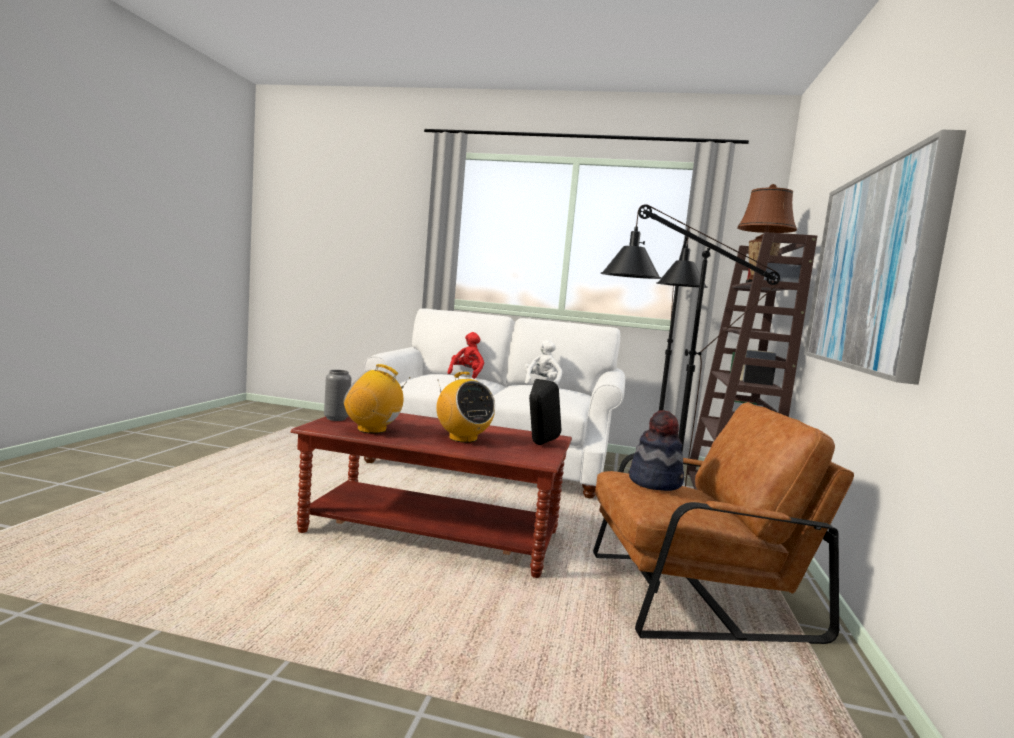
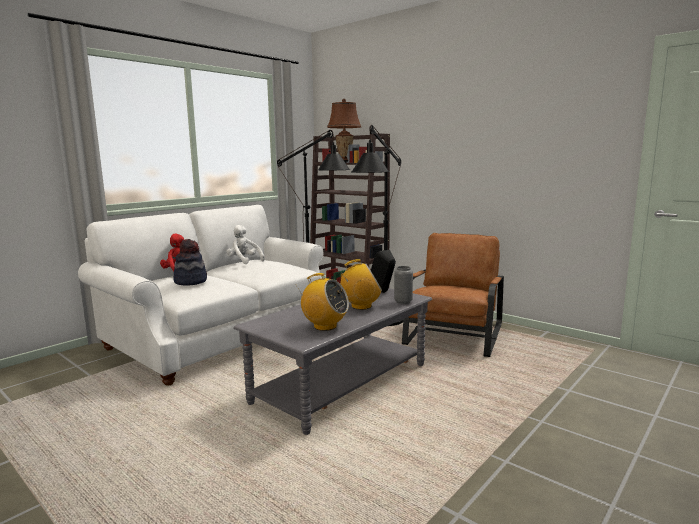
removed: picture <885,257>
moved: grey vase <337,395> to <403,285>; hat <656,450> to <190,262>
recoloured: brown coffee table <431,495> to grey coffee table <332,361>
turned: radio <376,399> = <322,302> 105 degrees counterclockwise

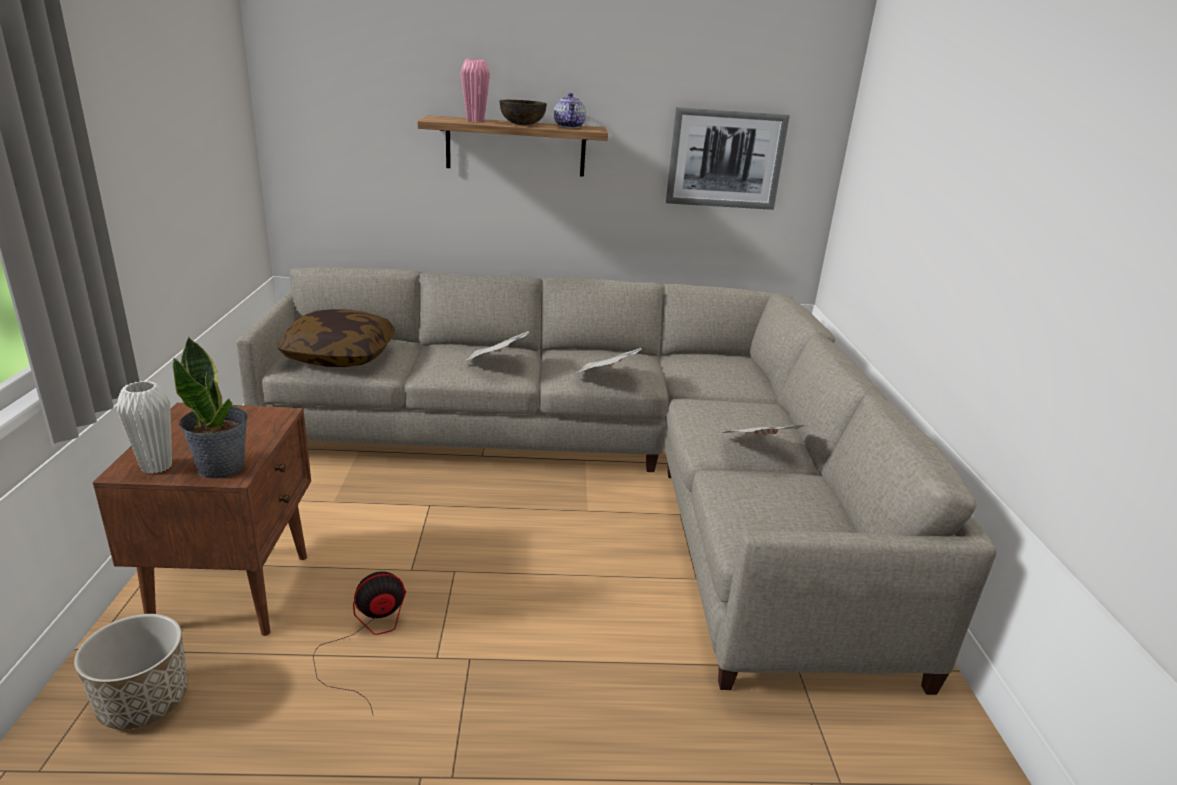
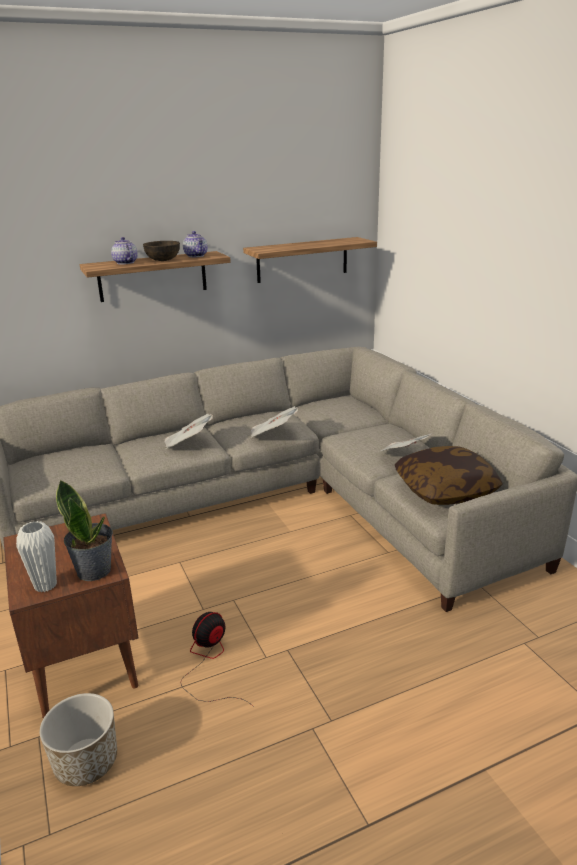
moved: pillow <336,338> to <449,475>
replaced: pink vase <475,90> to teapot <124,250>; picture <728,158> to shelf <310,260>

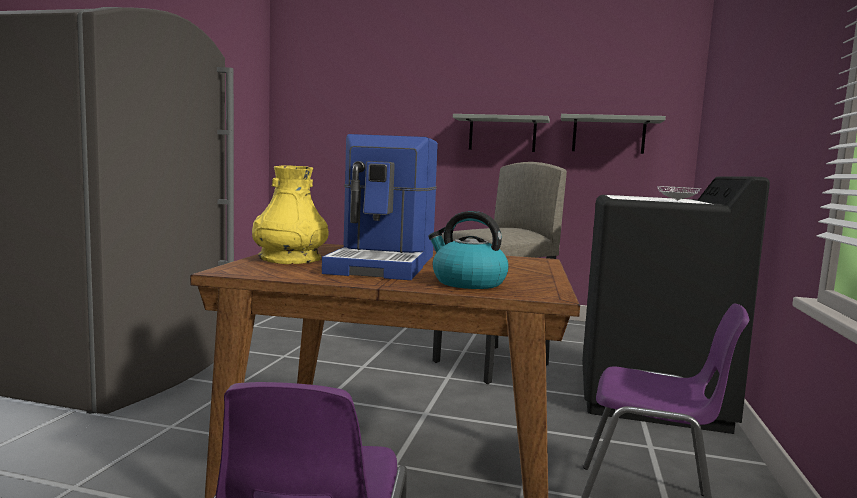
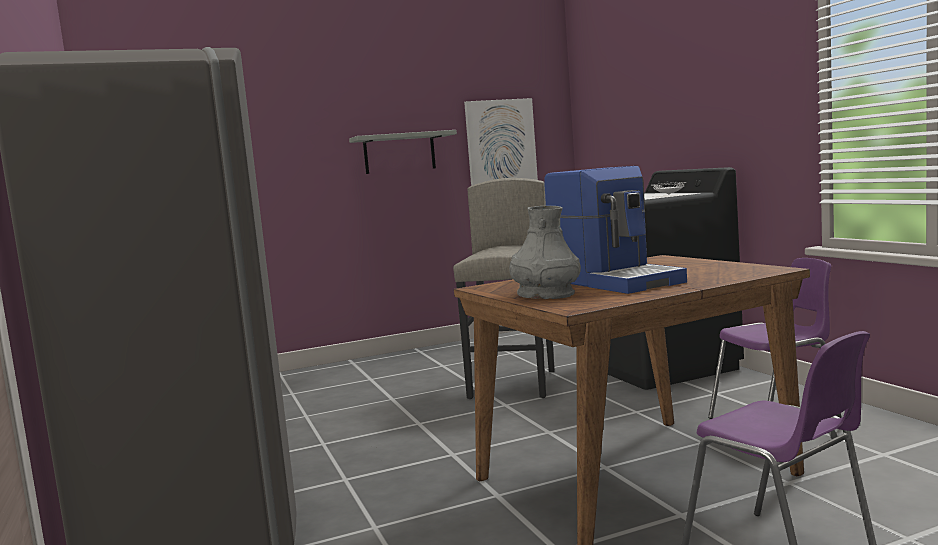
removed: kettle <468,250>
replaced: grey shelf <613,134> to picture <501,142>
recoloured: yellow vase <290,214> to grey vase <545,252>

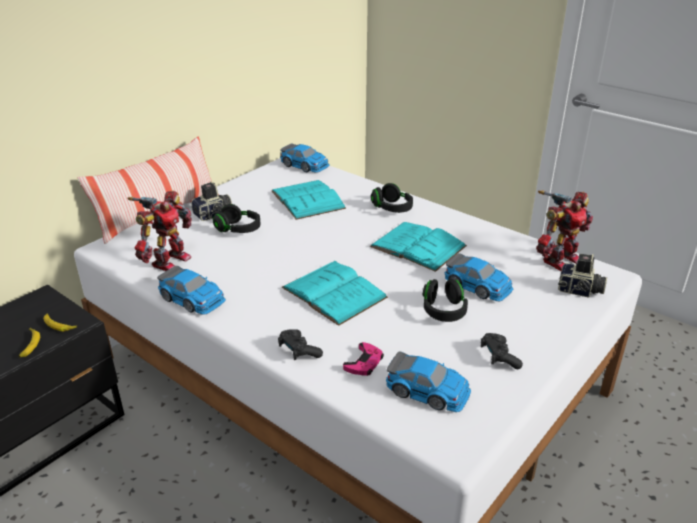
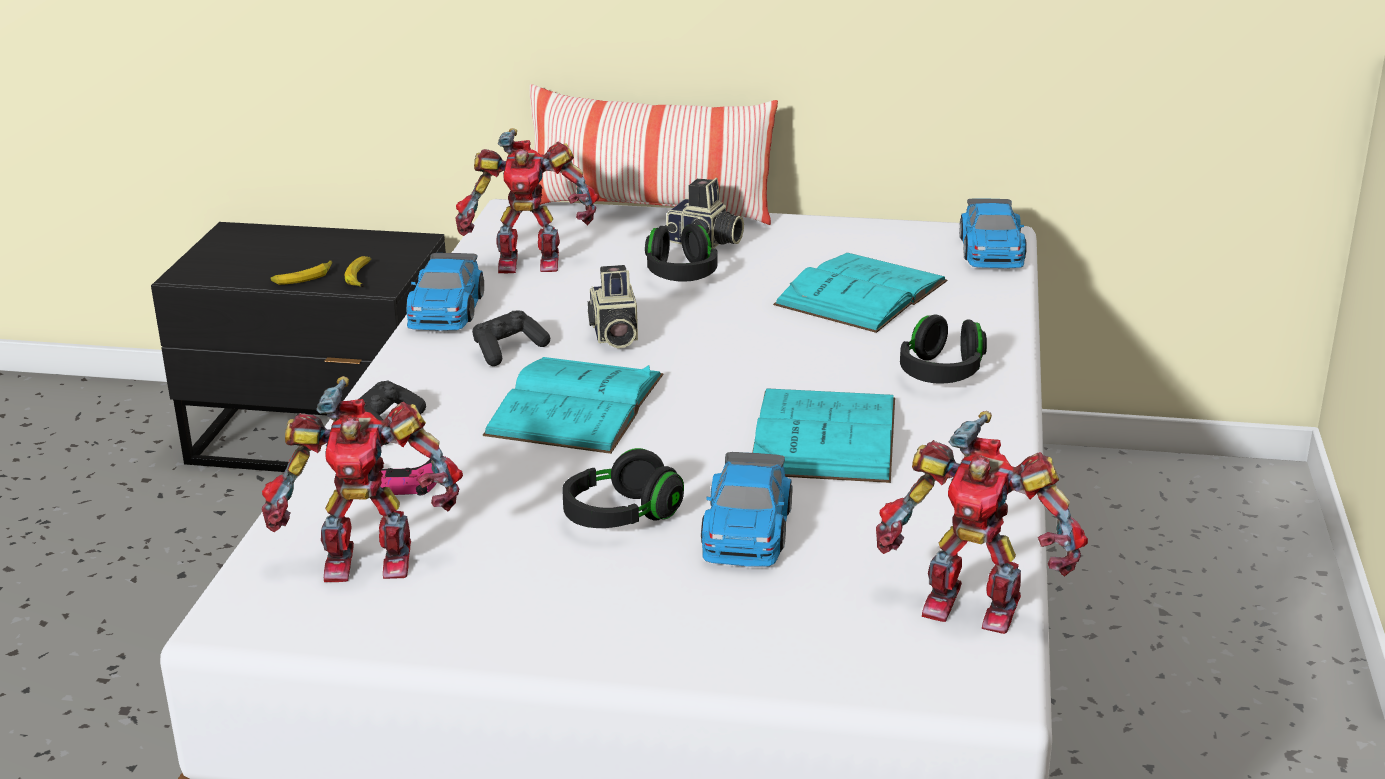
moved: black game controller <502,351> to <511,338>; photo camera <582,276> to <613,306>
replaced: toy car <428,381> to toy robot <362,479>

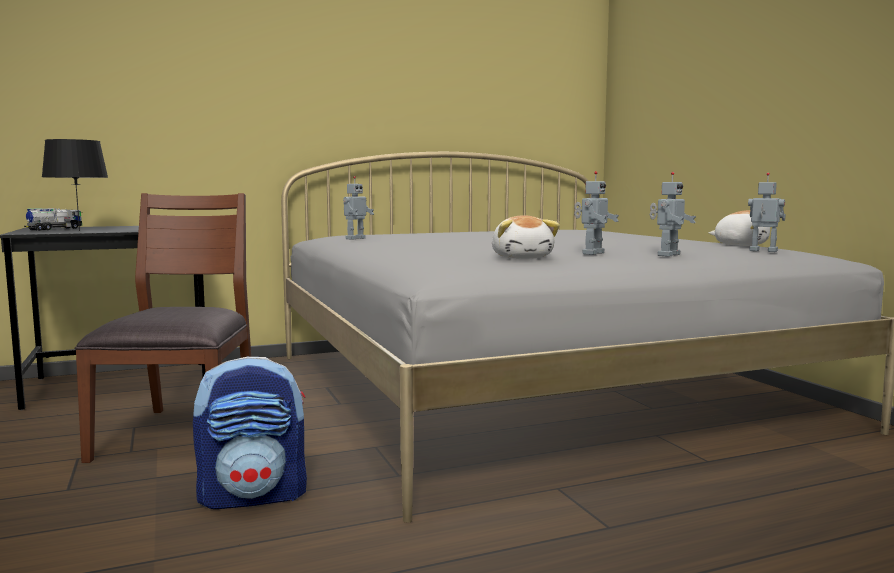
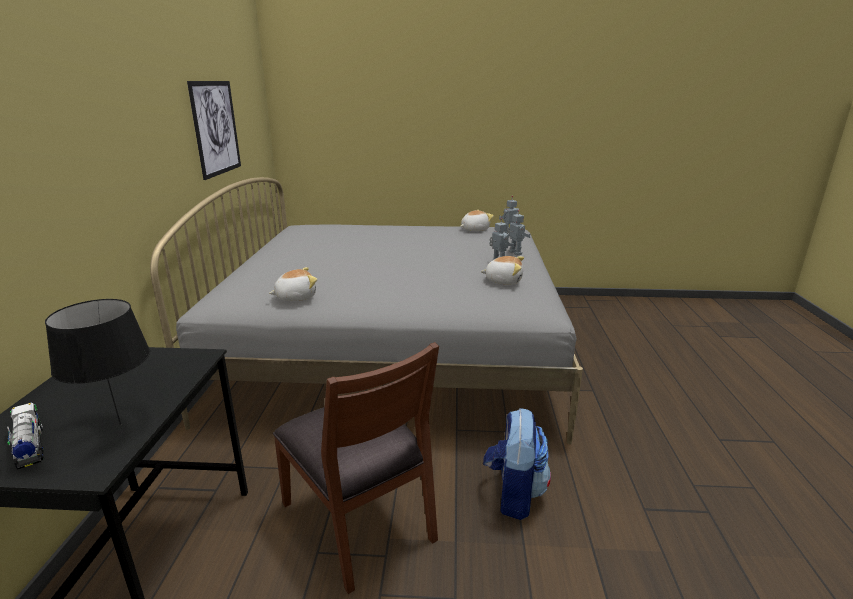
added: picture <214,130>
replaced: toy robot <358,208> to plush toy <293,284>
turned: brown chair <163,328> = <356,468> 150 degrees counterclockwise

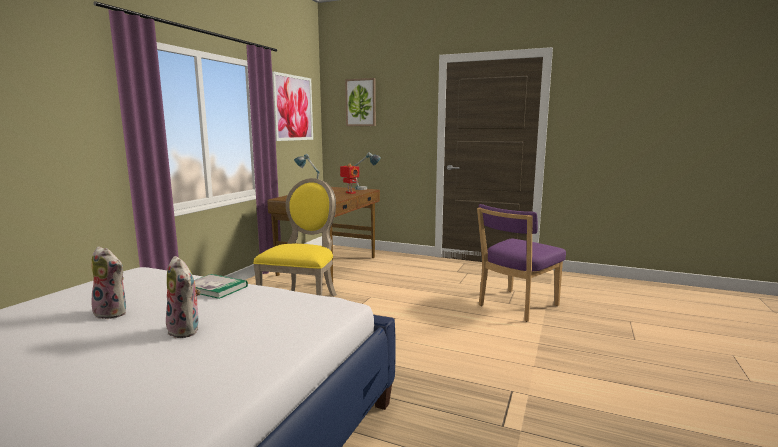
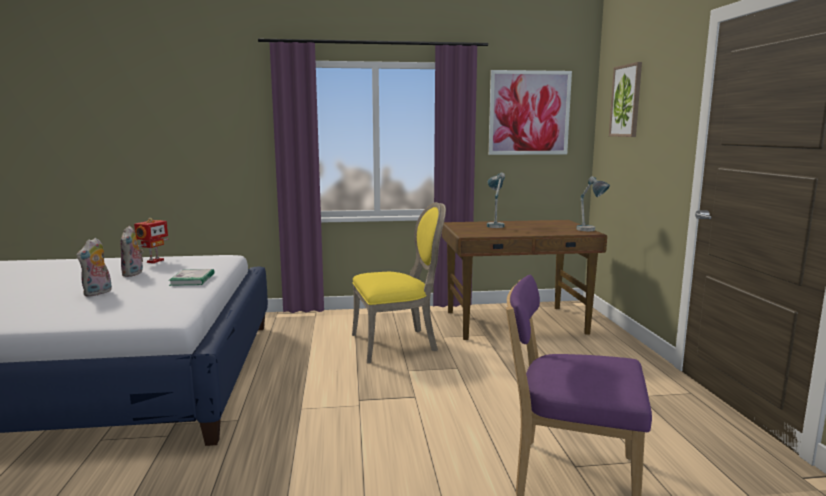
moved: toy robot <349,178> to <151,240>

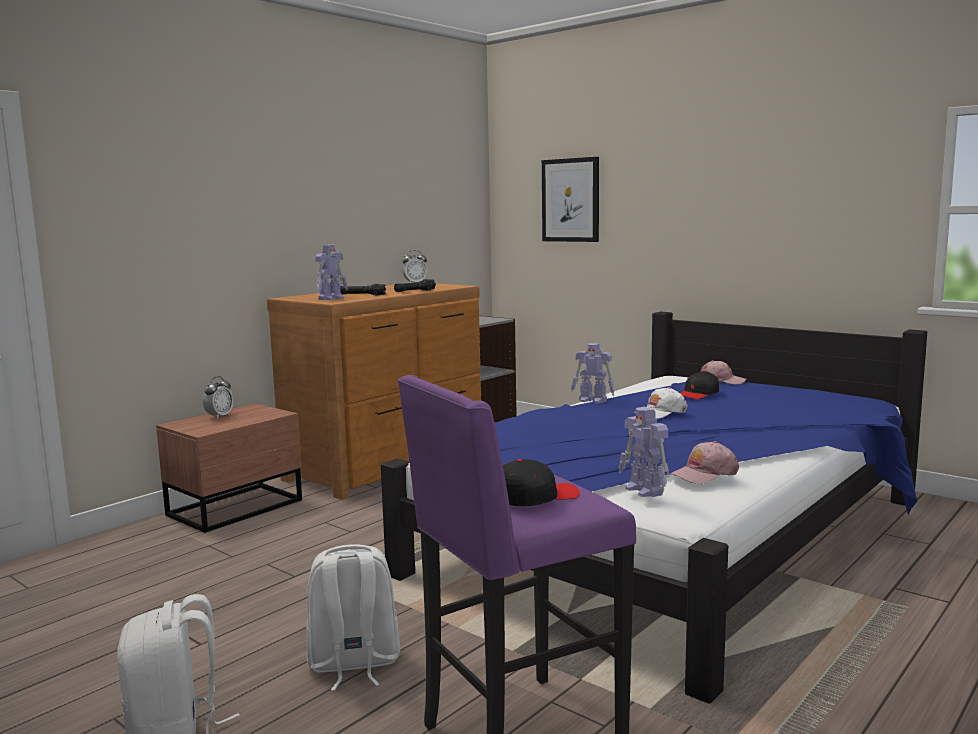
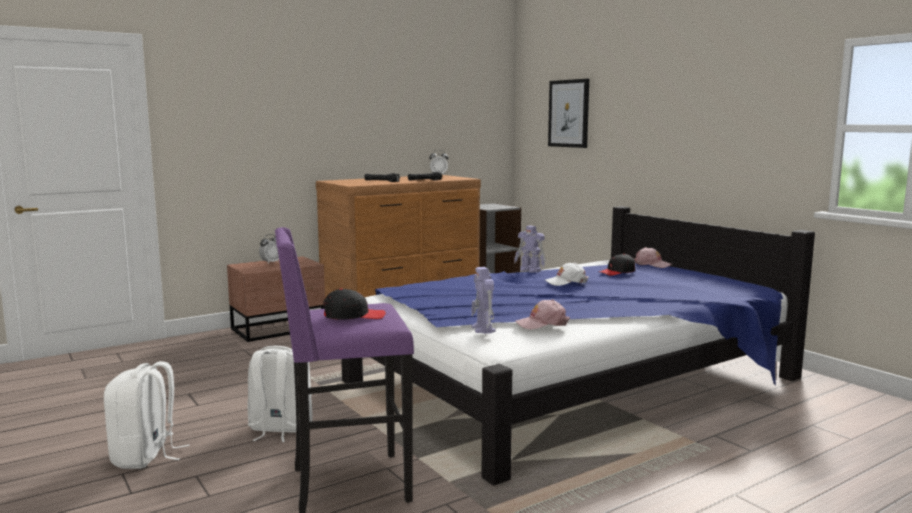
removed: toy robot <331,272>

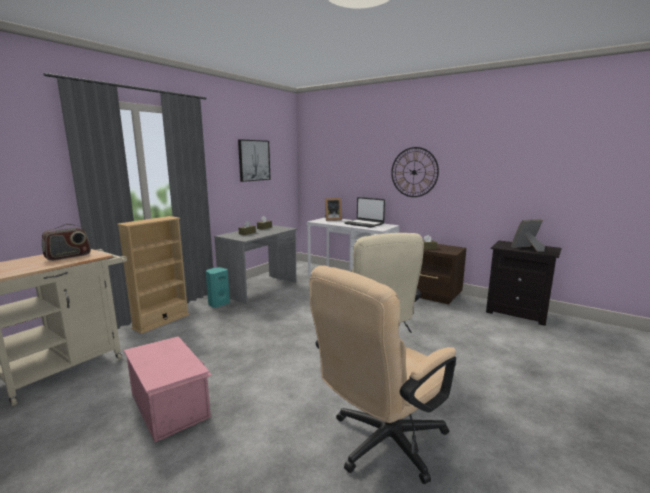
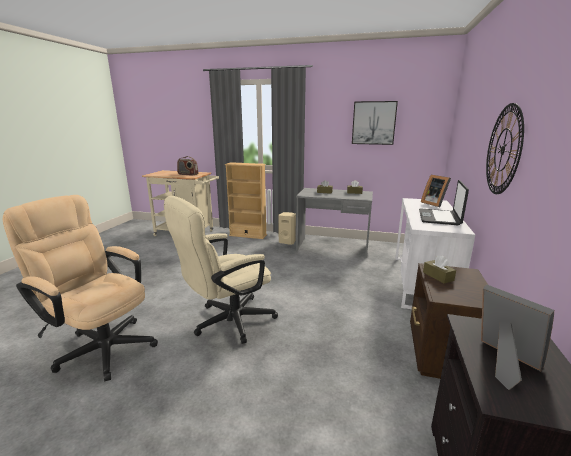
removed: pink storage box <168,389>
recoloured: turquoise speaker <218,287> to beige speaker <287,228>

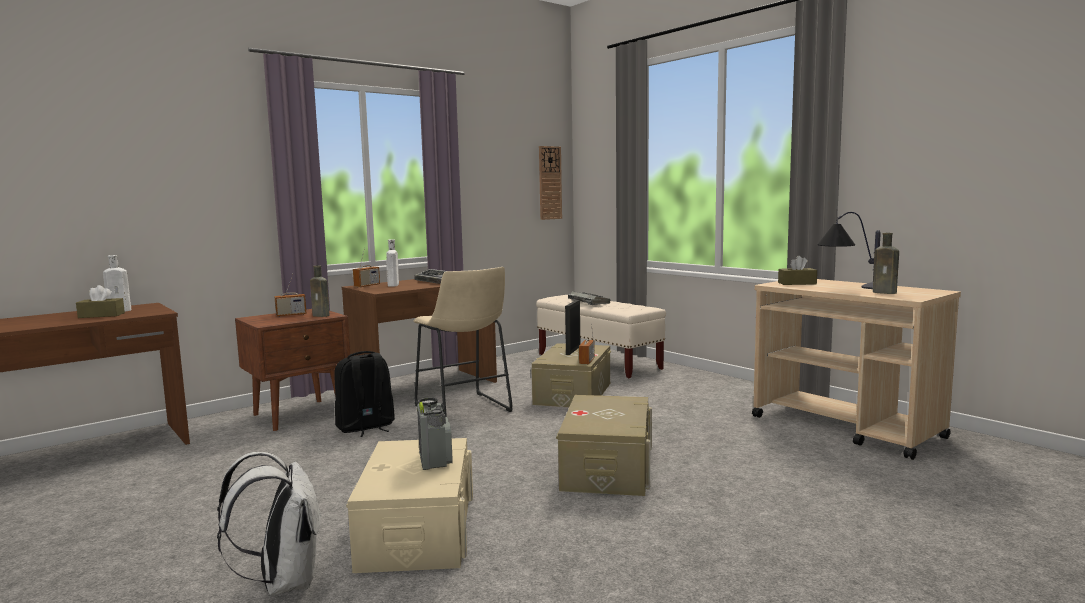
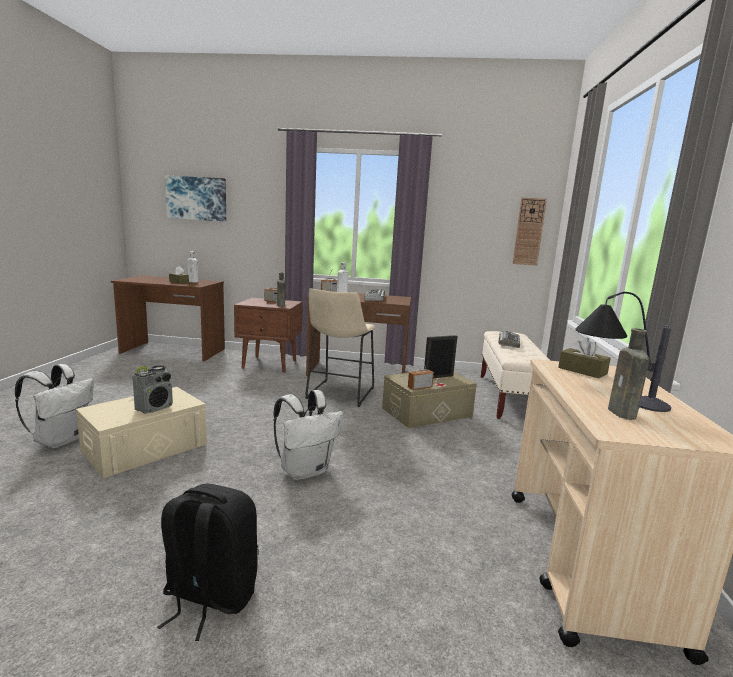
added: picture <195,198>
moved: black backpack <364,394> to <208,562>
replaced: beige storage box <604,445> to white backpack <308,435>

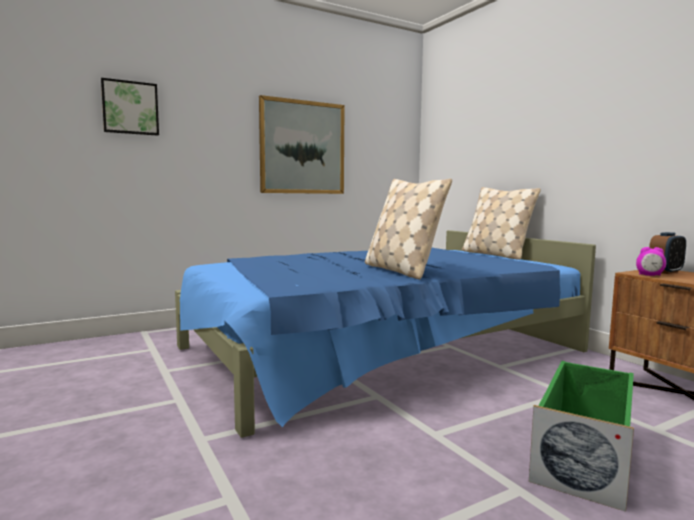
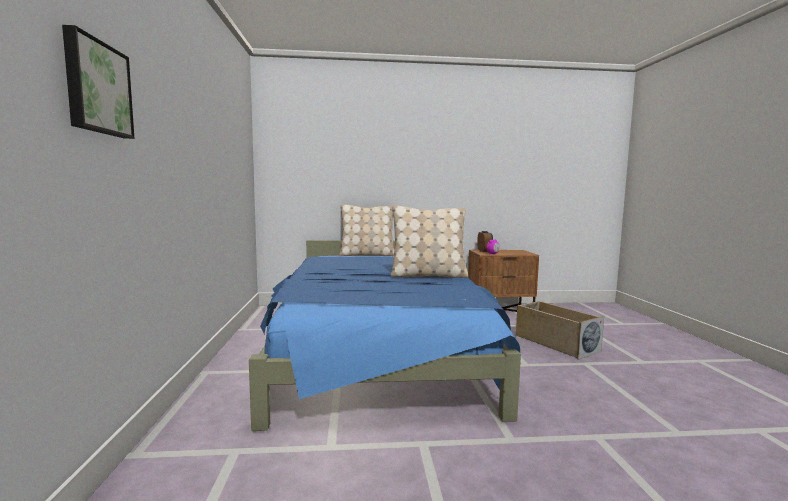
removed: picture <302,144>
recoloured: green storage box <581,436> to beige storage box <560,330>

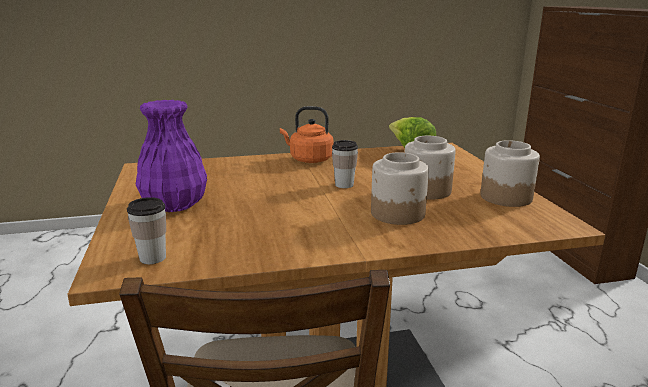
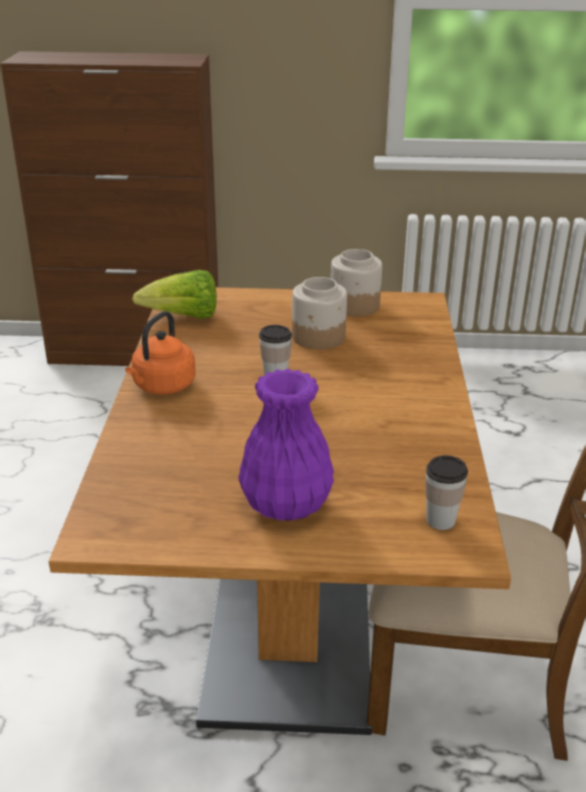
removed: jar <400,188>

